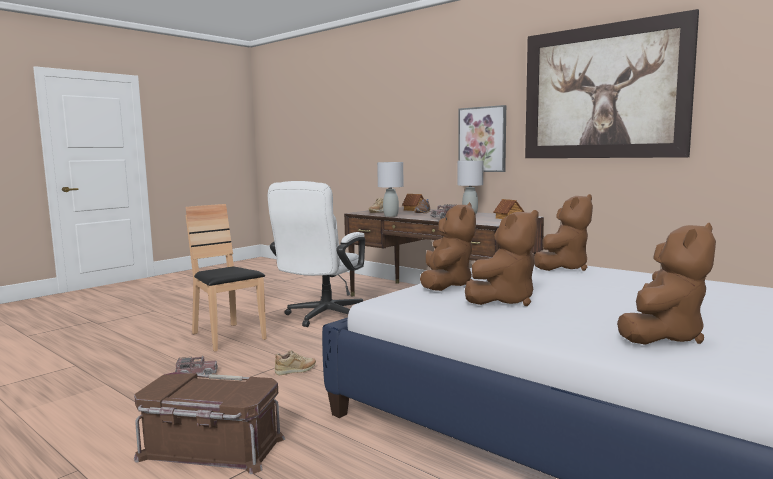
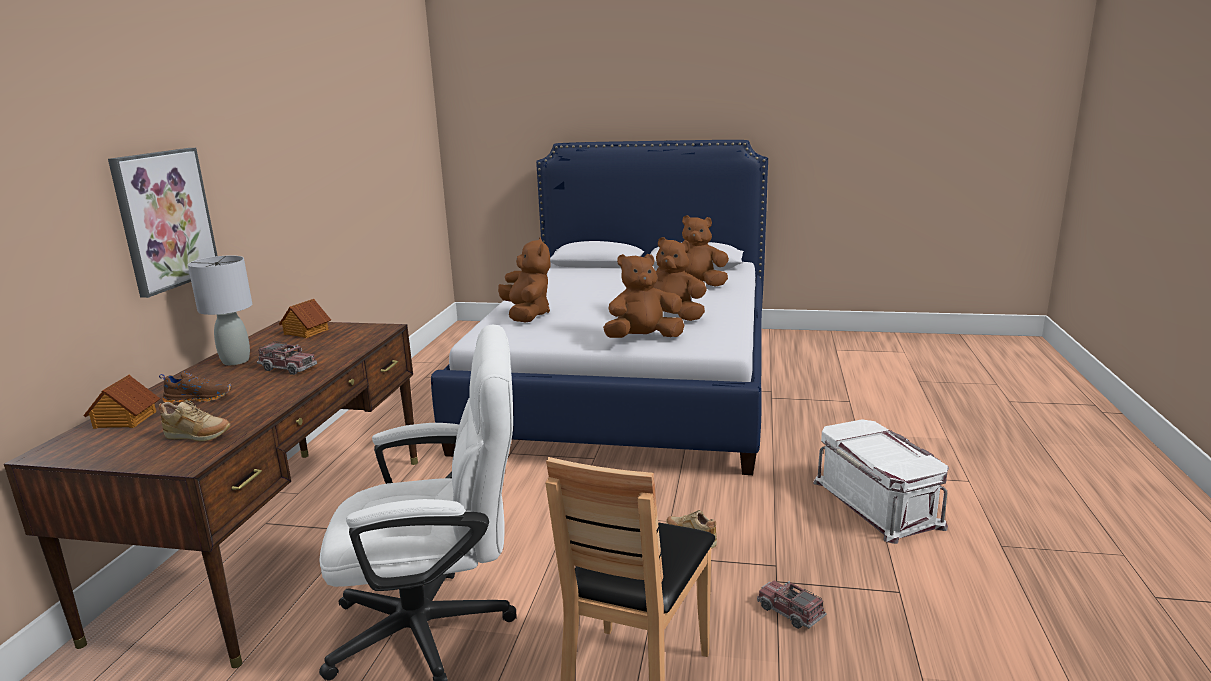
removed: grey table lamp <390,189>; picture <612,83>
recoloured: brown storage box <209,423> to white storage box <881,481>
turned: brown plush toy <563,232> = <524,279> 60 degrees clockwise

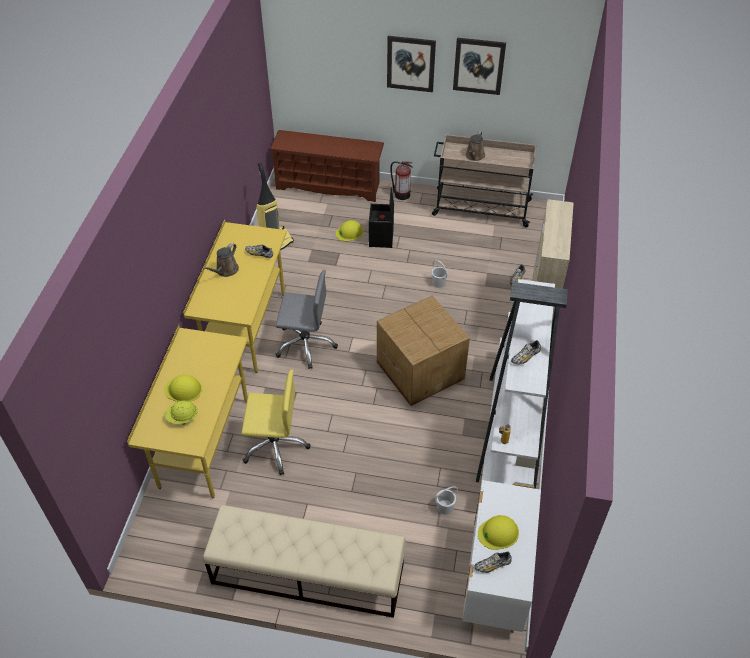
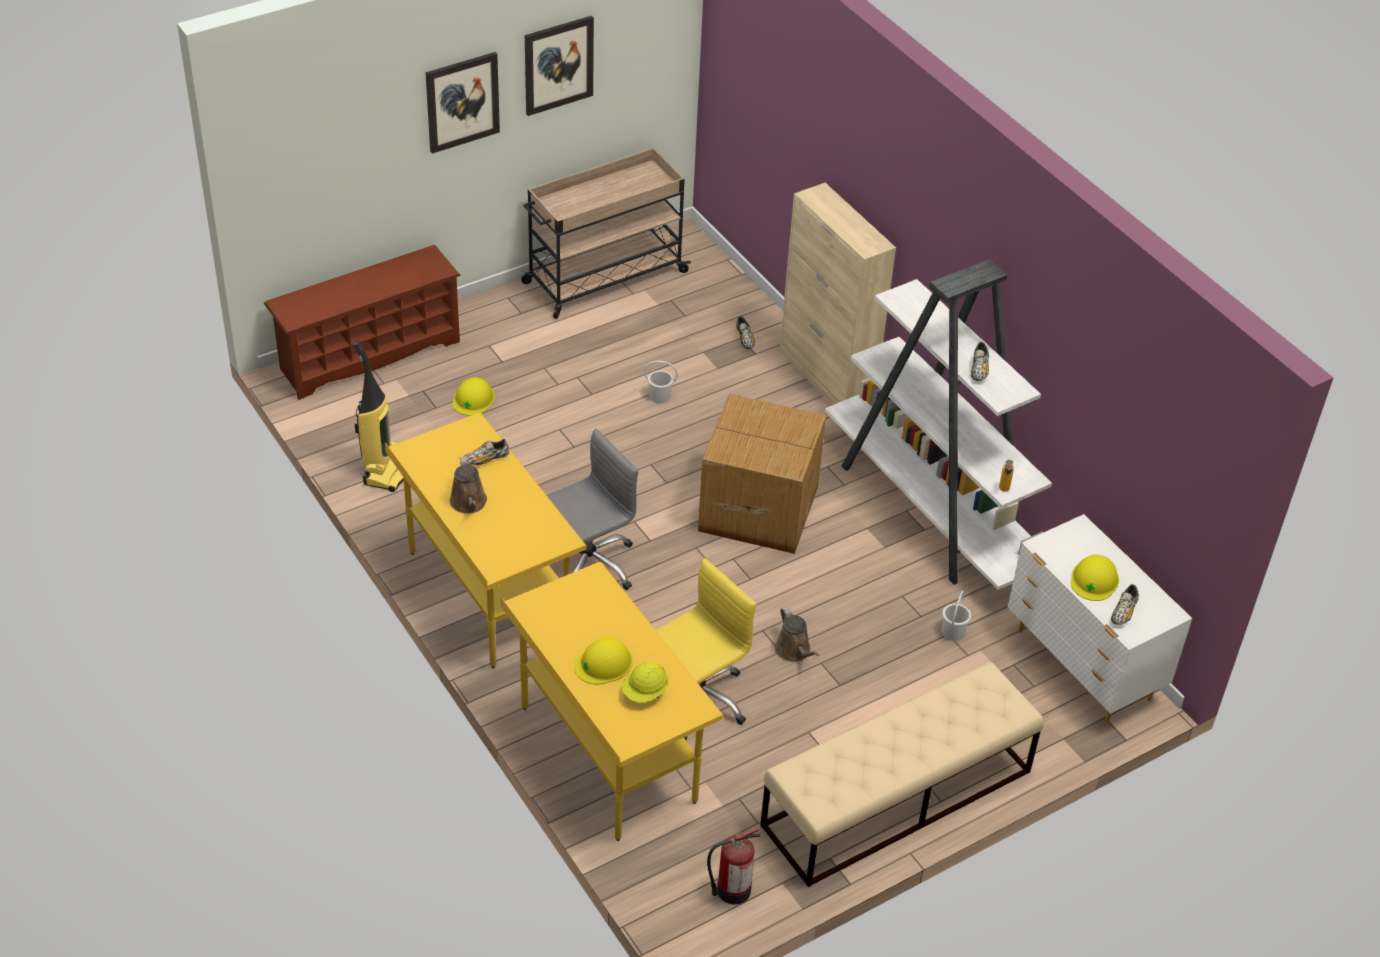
removed: black storage box <381,217>
moved: fire extinguisher <401,180> to <734,866>; brown watering can <475,146> to <797,634>

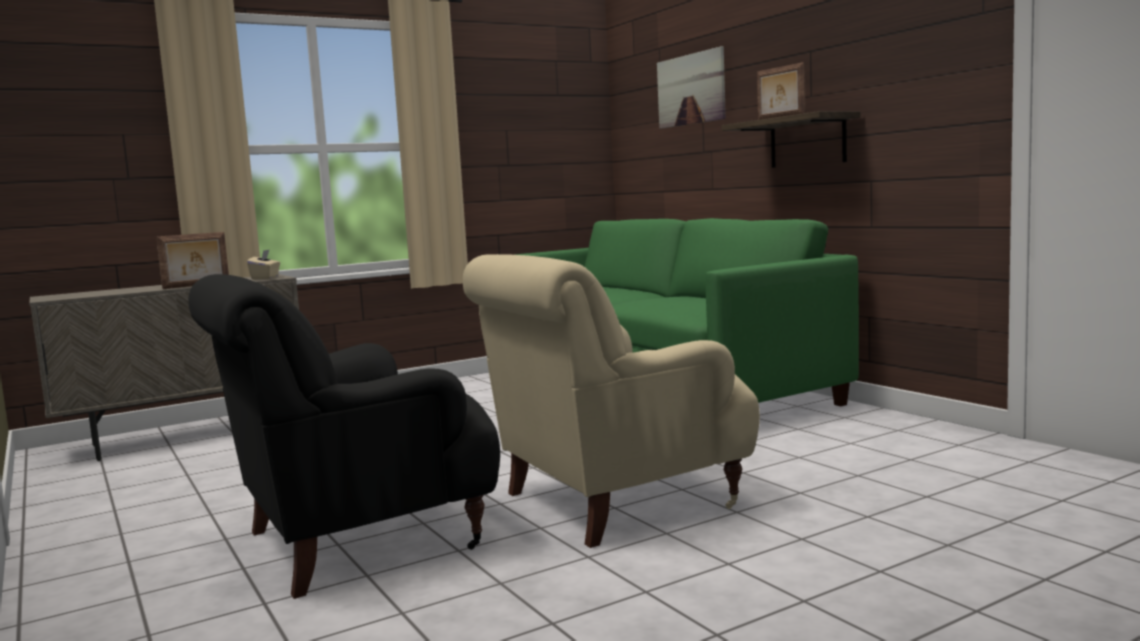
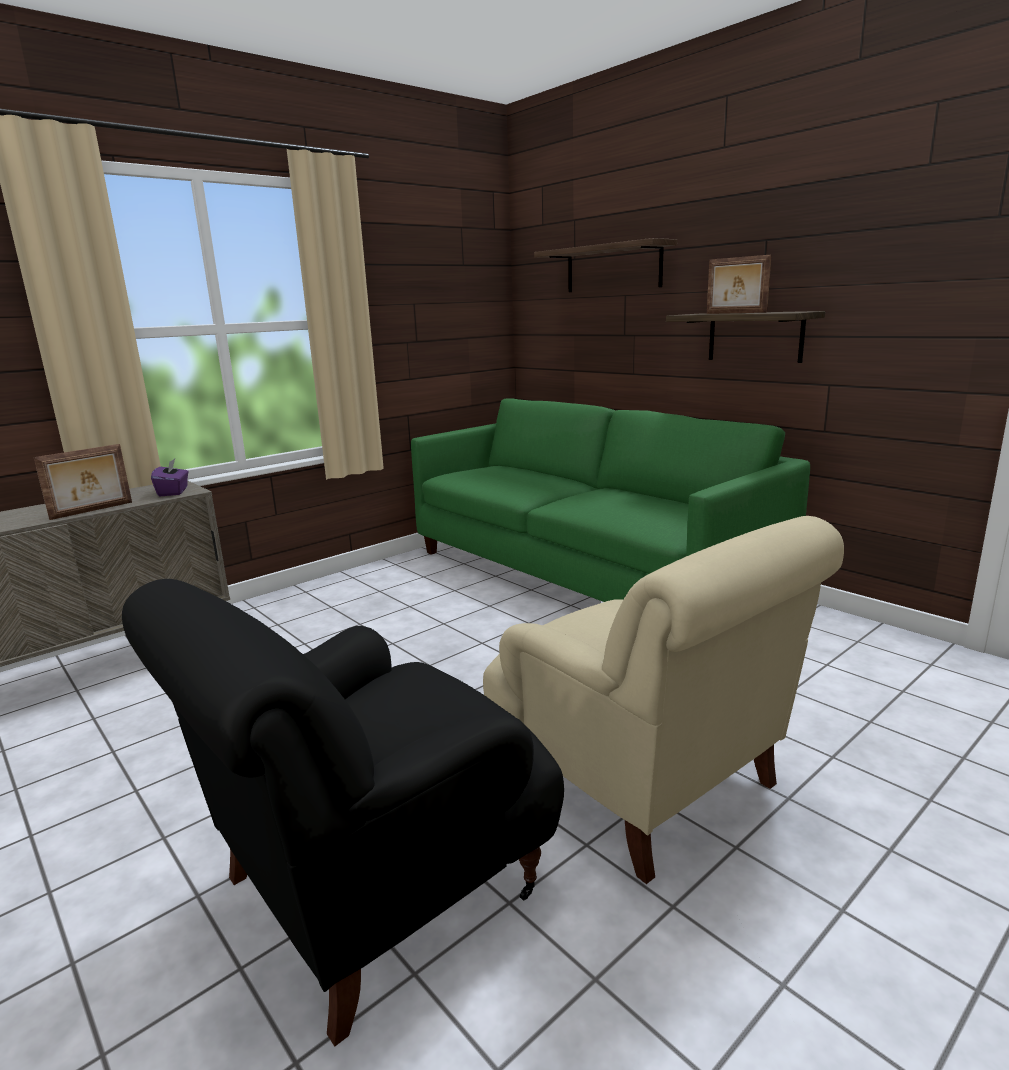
replaced: picture <691,87> to shelf <605,265>
recoloured: beige tissue box <263,264> to purple tissue box <170,477>
turned: beige armchair <611,401> = <663,700> 90 degrees counterclockwise

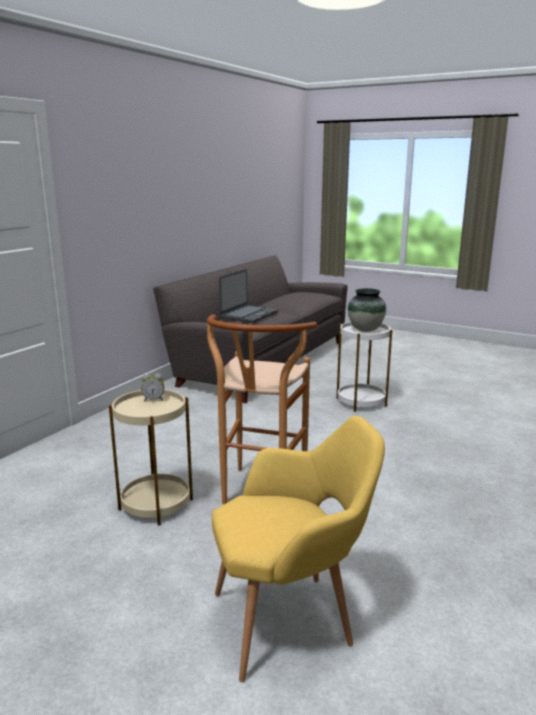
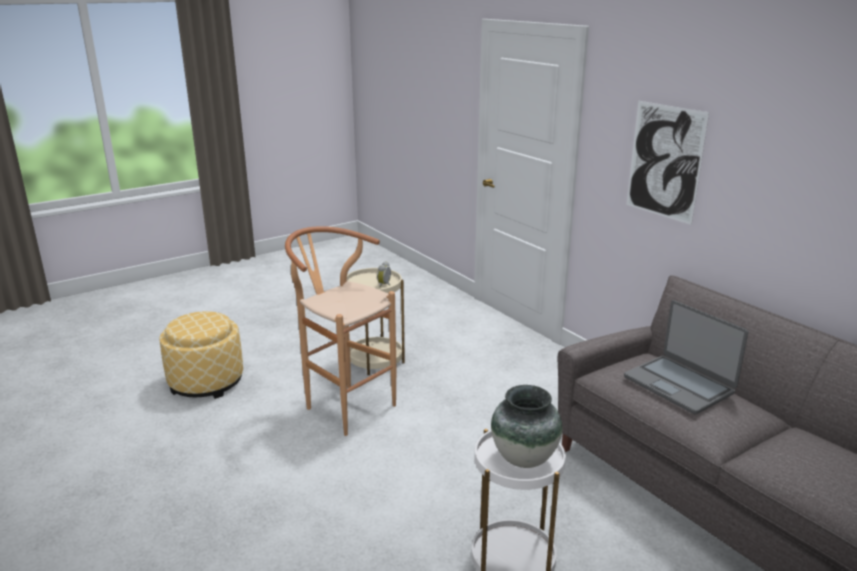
added: picture <667,163>
replaced: yellow armchair <298,549> to ottoman <201,355>

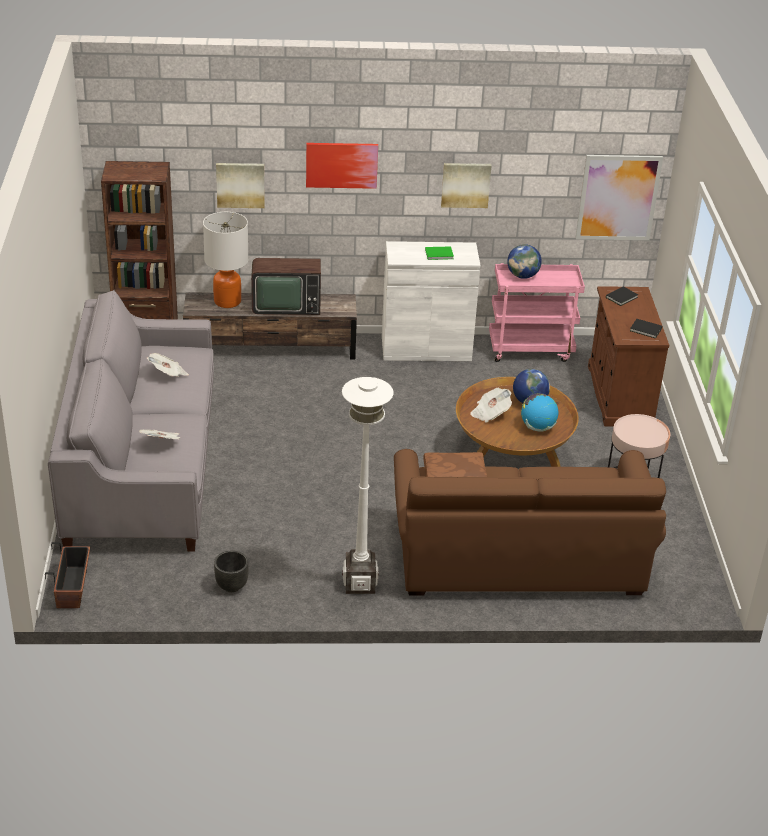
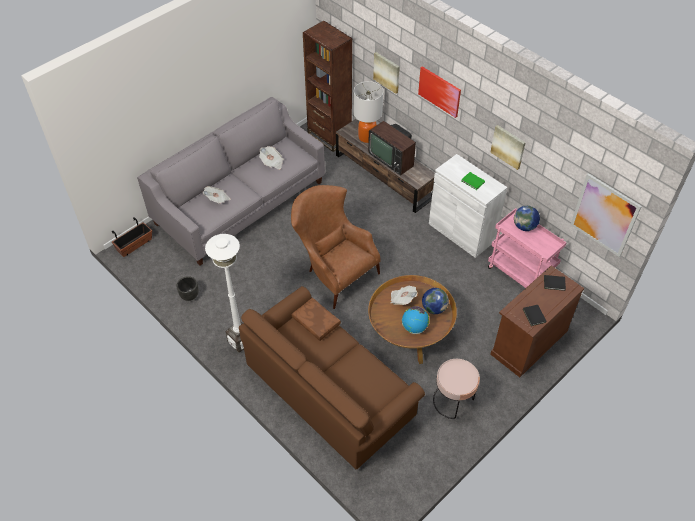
added: brown armchair <335,247>

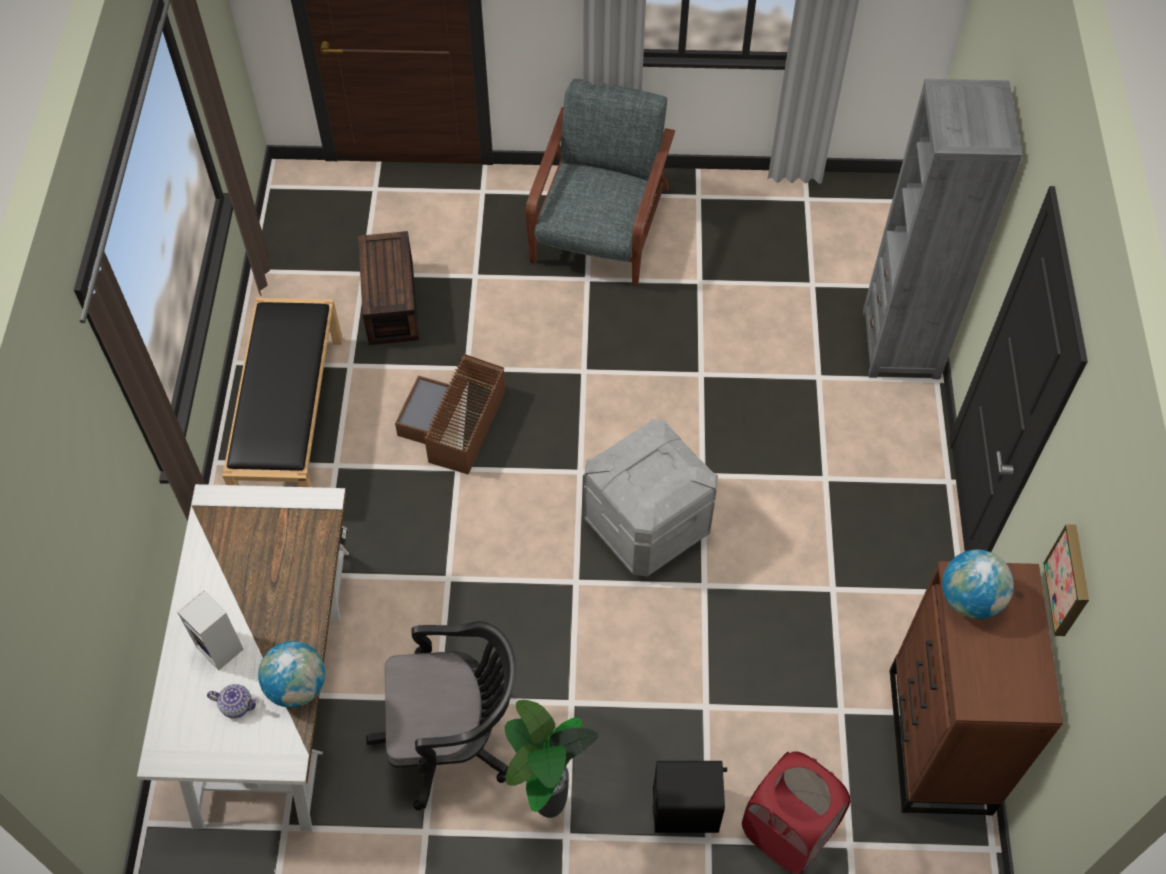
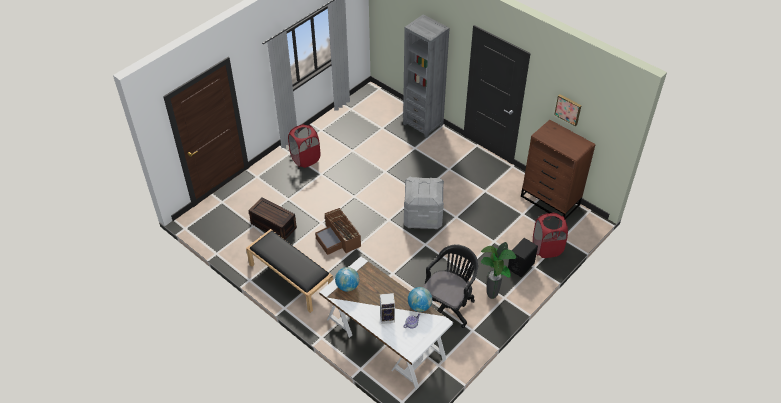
moved: globe <978,584> to <347,279>
replaced: grey armchair <600,182> to red laundry basket <304,146>

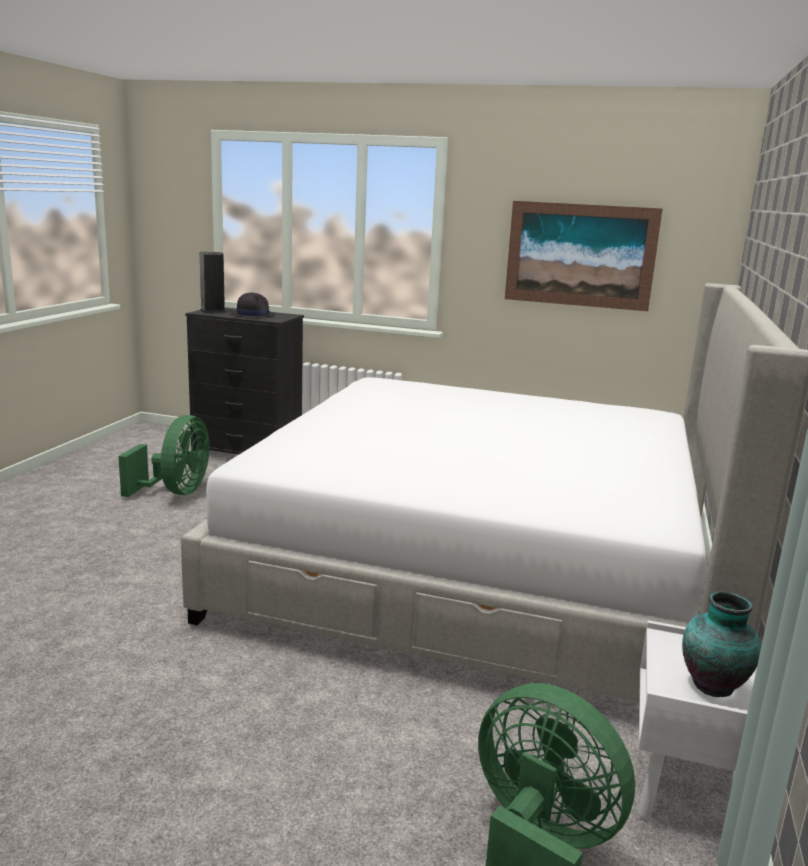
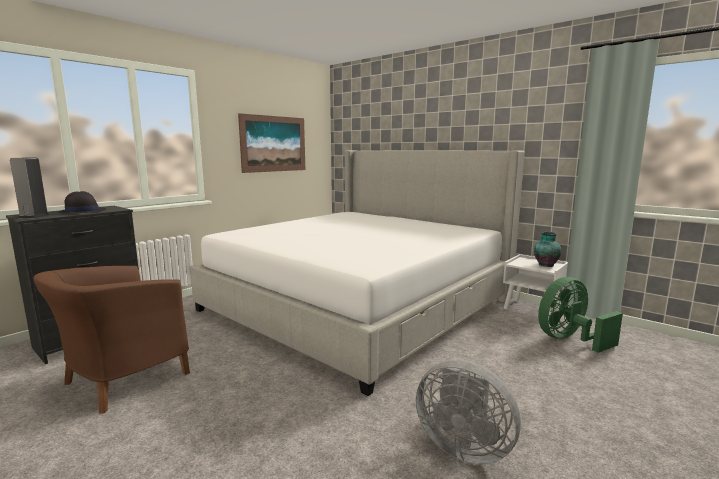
added: grey fan <468,412>
replaced: green fan <163,456> to brown armchair <111,340>

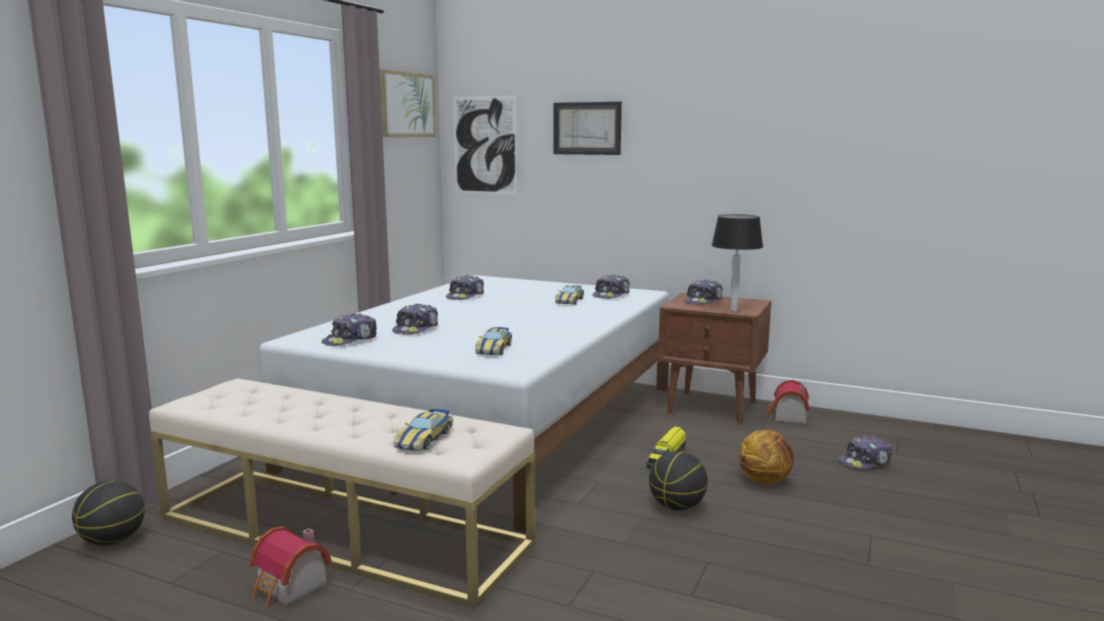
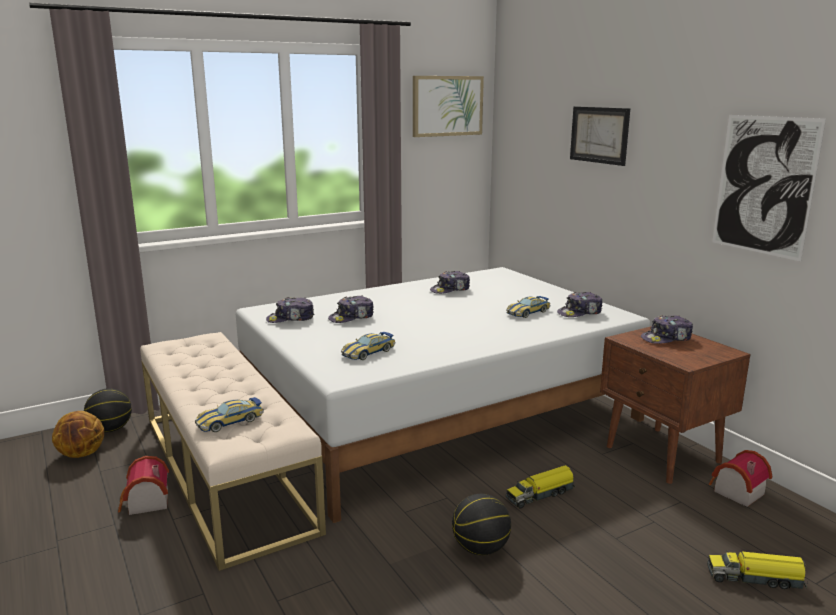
removed: table lamp <737,263>
moved: picture <485,145> to <769,188>; basketball <766,457> to <78,434>
replaced: cap <865,452> to toy truck <757,570>

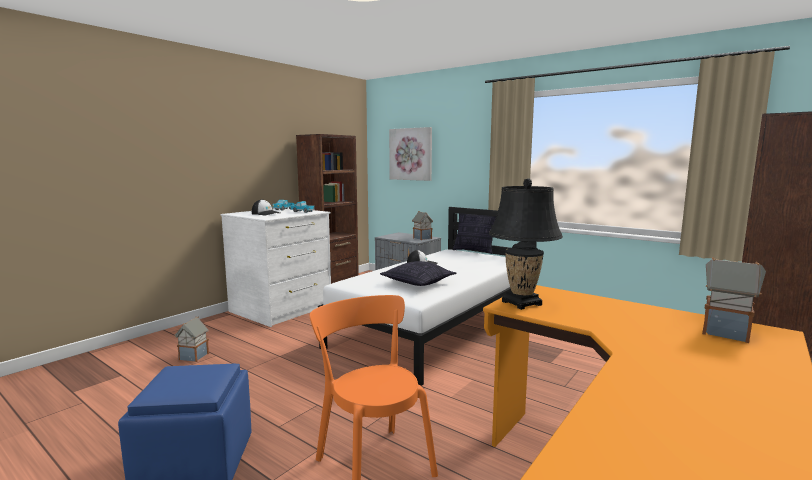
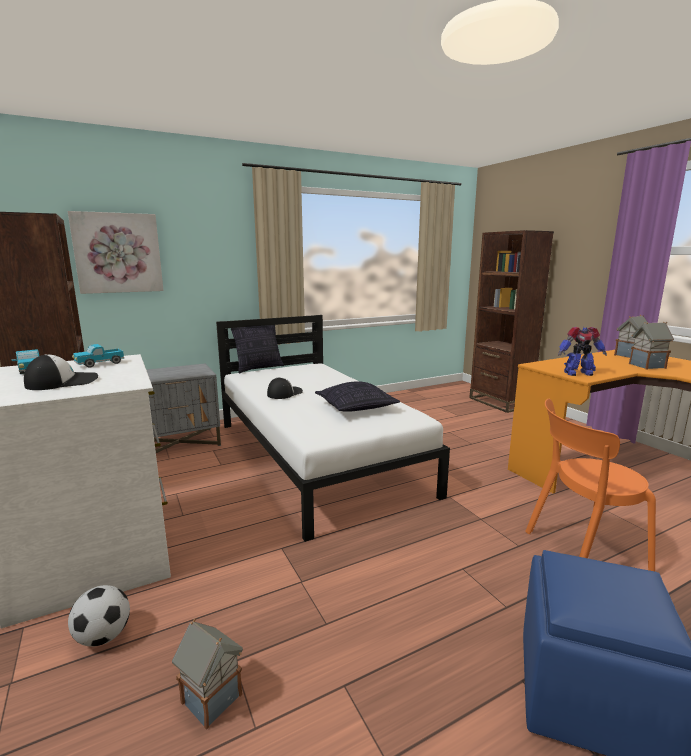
added: football <99,616>
moved: toy house <422,225> to <651,345>
replaced: black table lamp <526,244> to toy robot <582,351>

